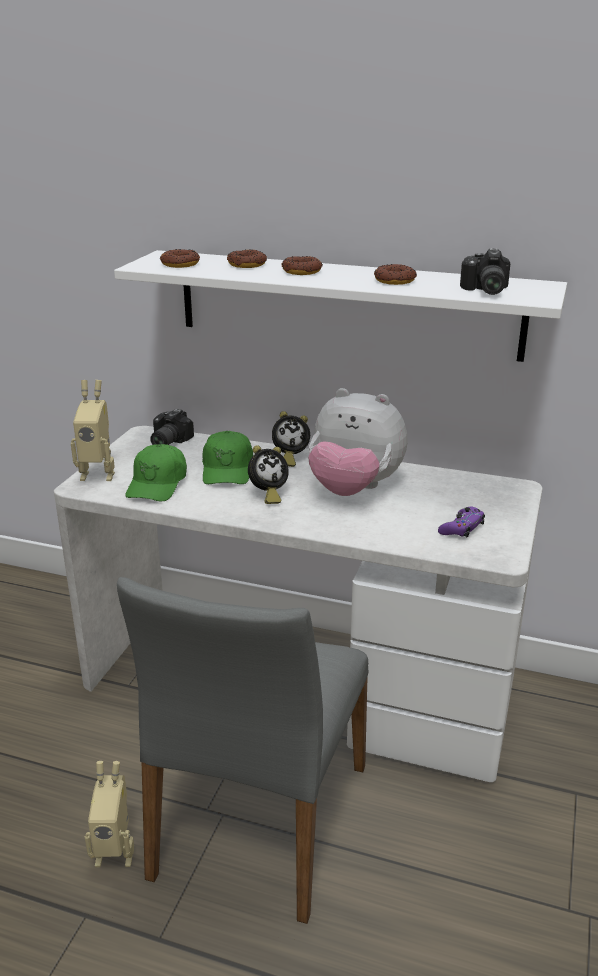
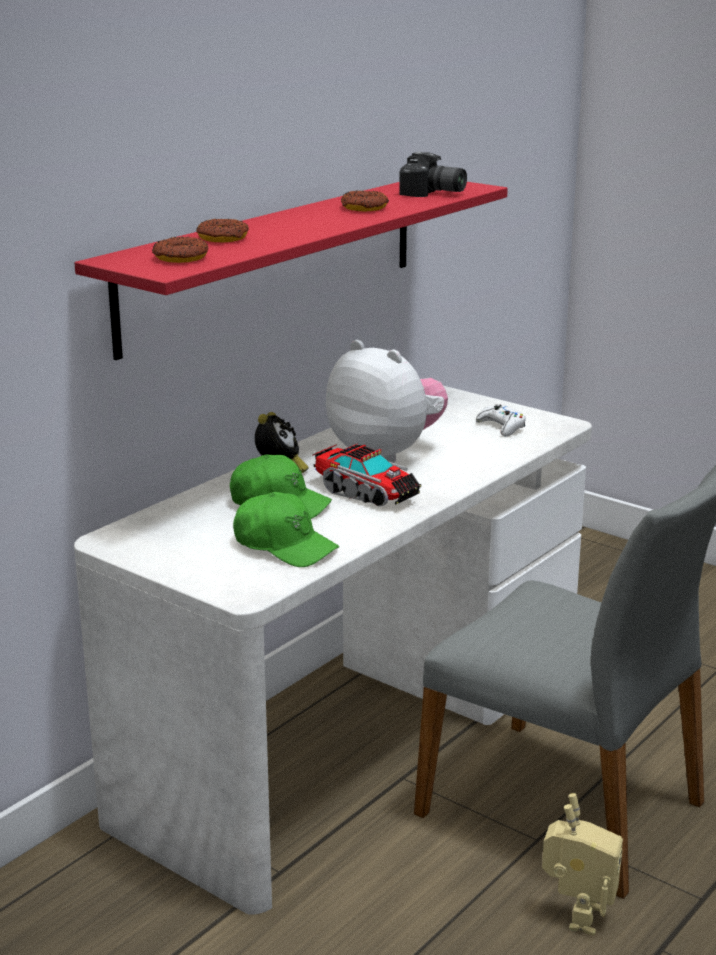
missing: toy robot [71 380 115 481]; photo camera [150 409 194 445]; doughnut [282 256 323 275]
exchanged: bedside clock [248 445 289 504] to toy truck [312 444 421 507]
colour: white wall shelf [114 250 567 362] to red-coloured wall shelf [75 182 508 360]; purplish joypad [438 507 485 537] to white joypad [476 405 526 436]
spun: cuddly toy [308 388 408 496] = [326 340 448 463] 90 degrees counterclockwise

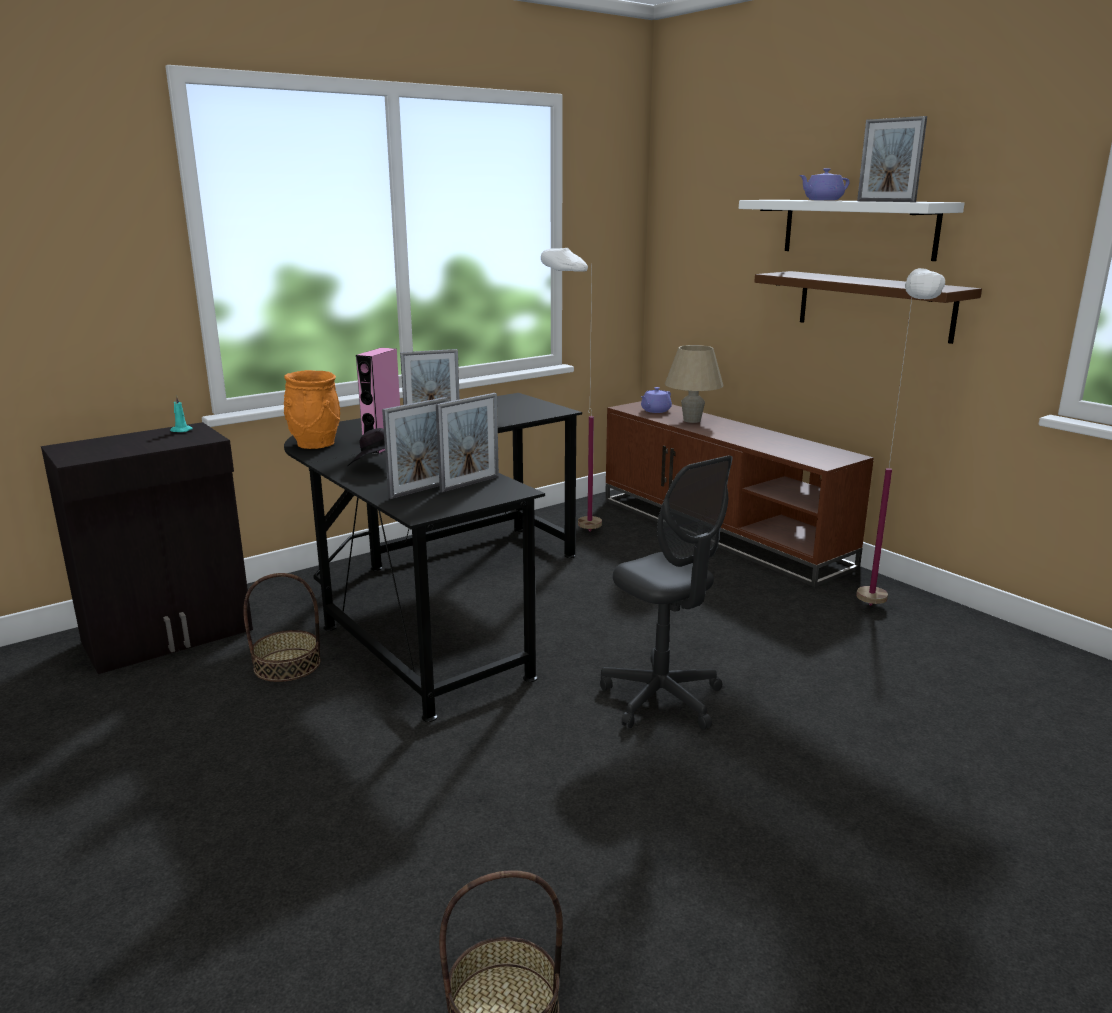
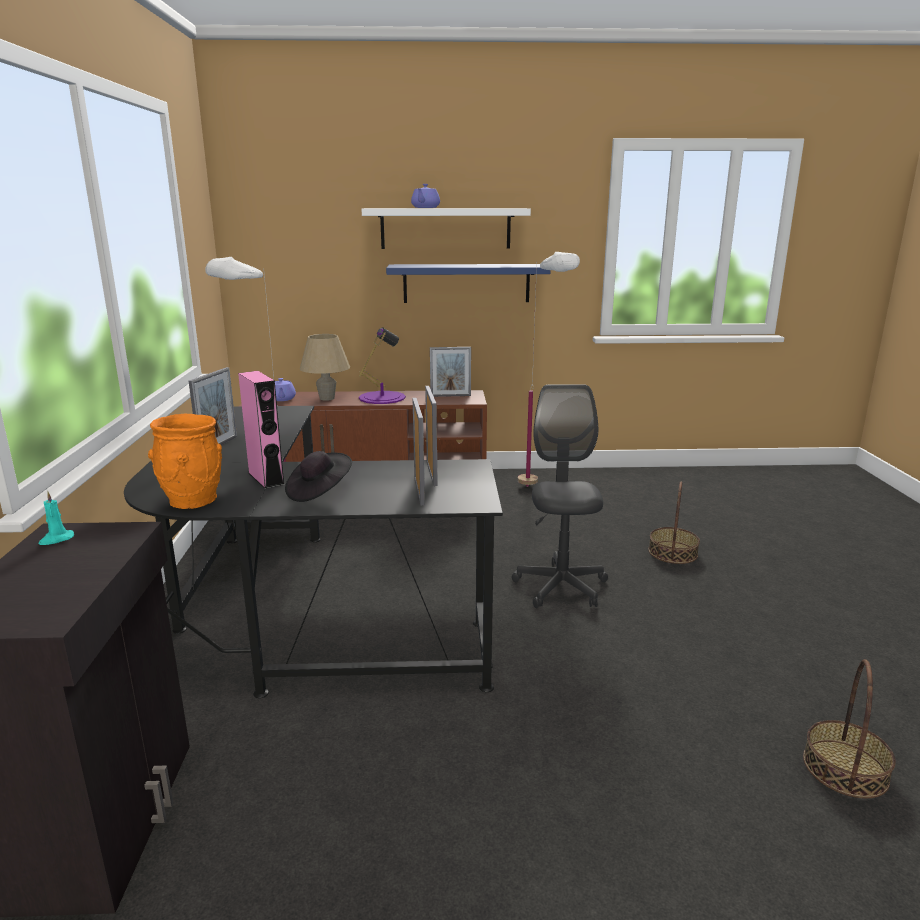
appeared: purplish lamp for a table [359 327 406 404]
relocated: storage basket [243 573 320 682] to [648 482 700 564]; picture frame [857 116 927 202] to [430 347 471 397]
colour: brownish wall shelf [754 271 982 344] to blue wall shelf [386 264 551 303]
spun: greyish office chair [600 455 732 730] = [512 385 608 608] 90 degrees counterclockwise

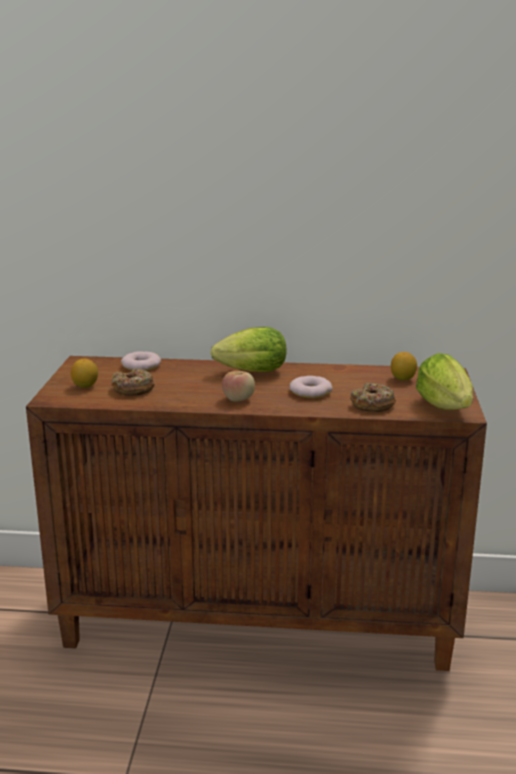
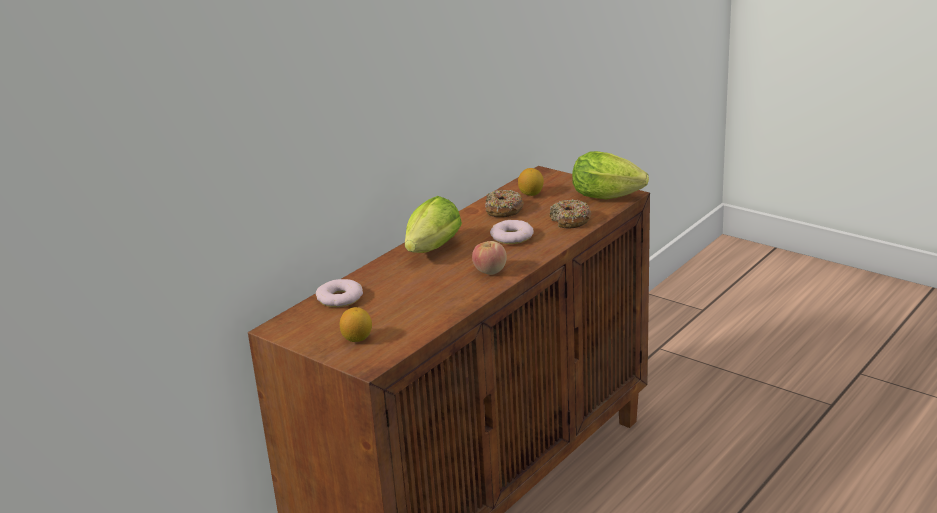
relocated: doughnut [111 368 155 396] to [485 190 524 217]

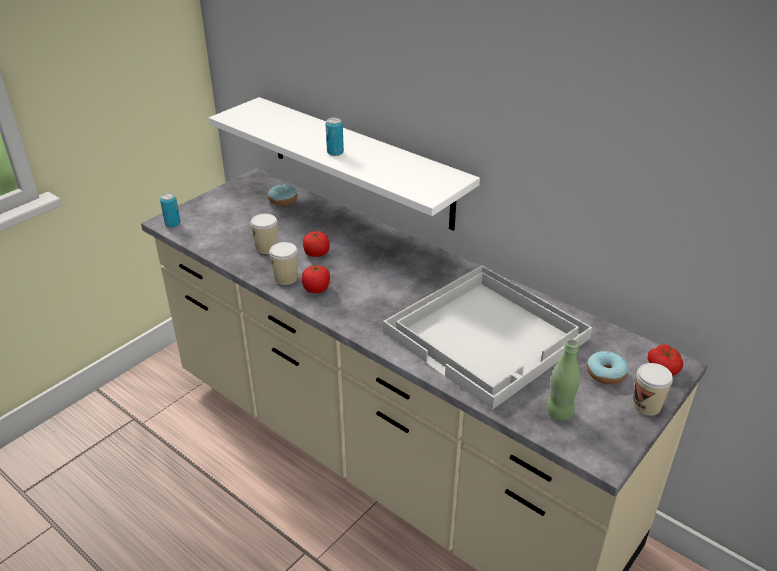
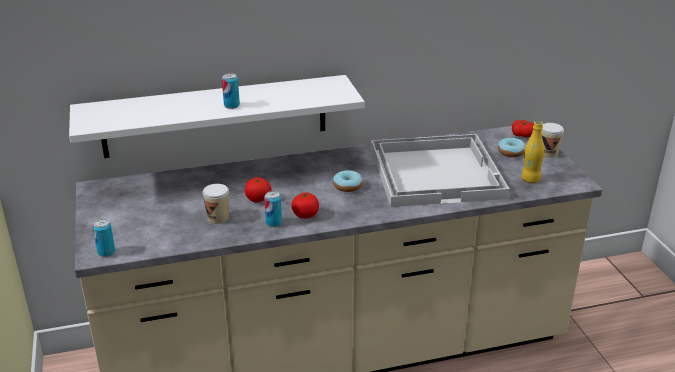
relocated: doughnut [268 185 297 206] to [333 170 363 192]
exchanged: small cup [269 242 298 285] to metal can [264 191 282 227]
colour: greenish drink bottle [546 339 580 421] to yellowish drink bottle [521 121 544 183]

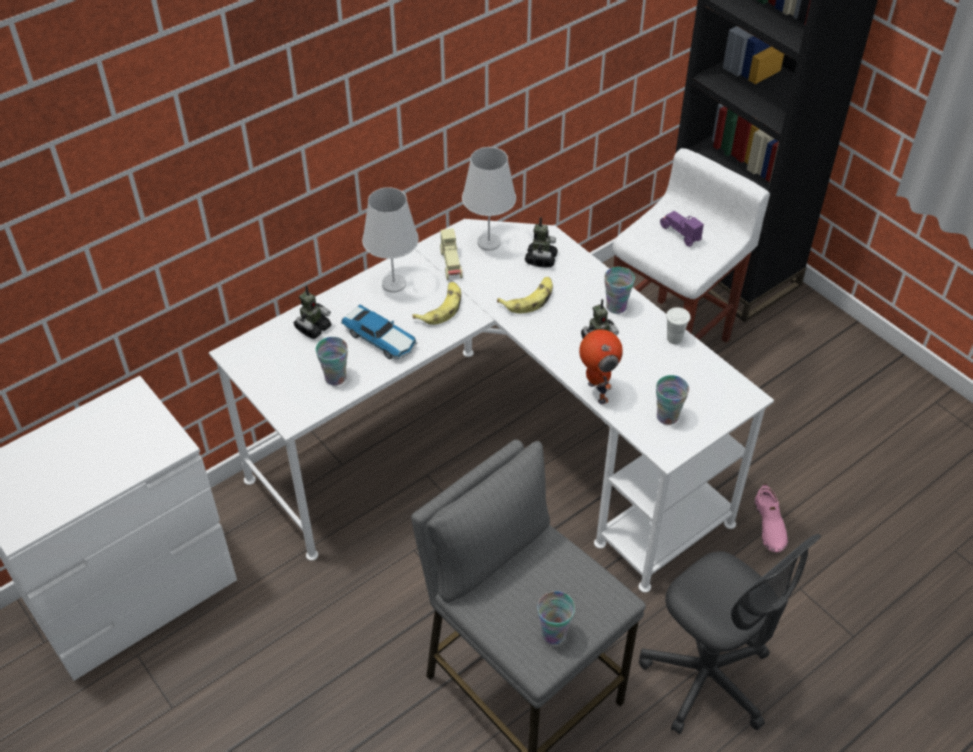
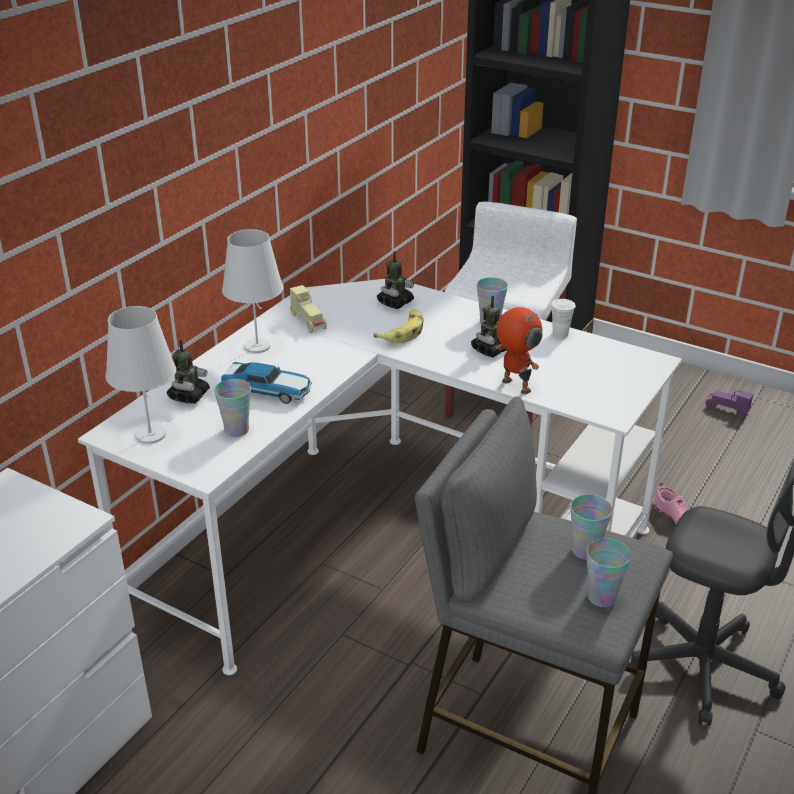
missing: banana [412 282 461 325]
relocated: white lamp for a table [462 147 516 251] to [105 306 176 444]; small cup [656 375 689 425] to [571 494 613 560]; purplish toy car [660 211 704 247] to [706 390 753 418]
spun: toy robot [525 217 558 267] = [377 251 414 309] 45 degrees clockwise

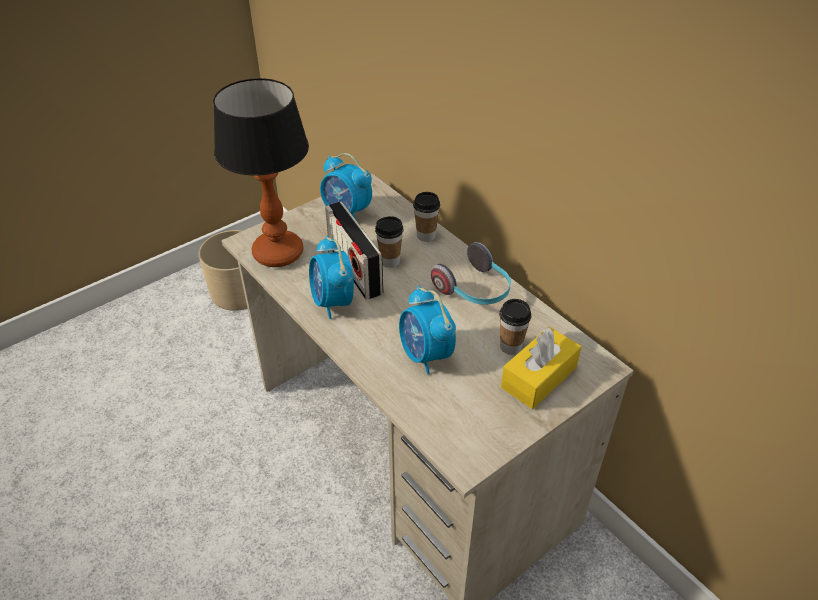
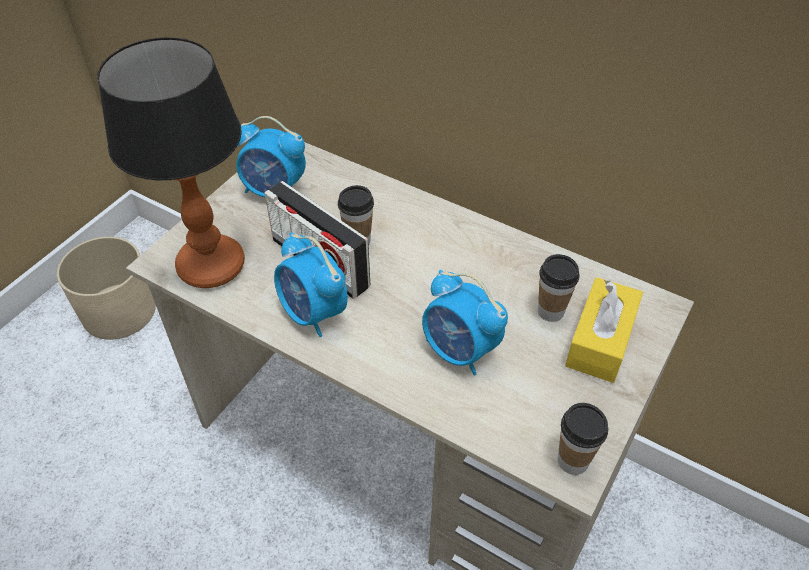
missing: pair of headphones [431 242 511 305]
relocated: small cup [413 192 440 242] to [558 403 608 475]

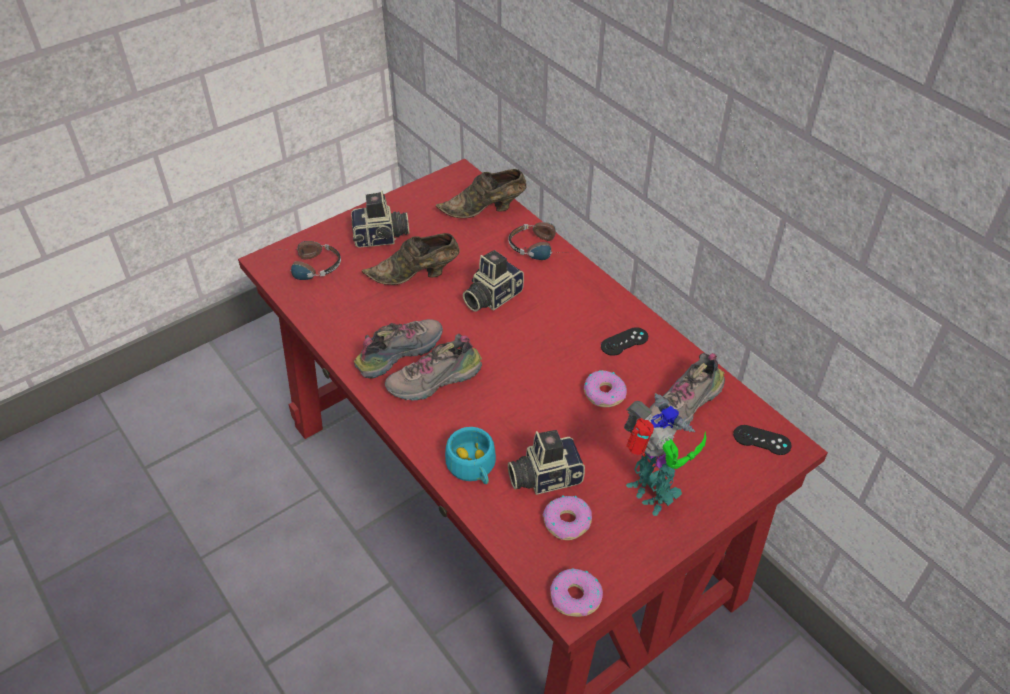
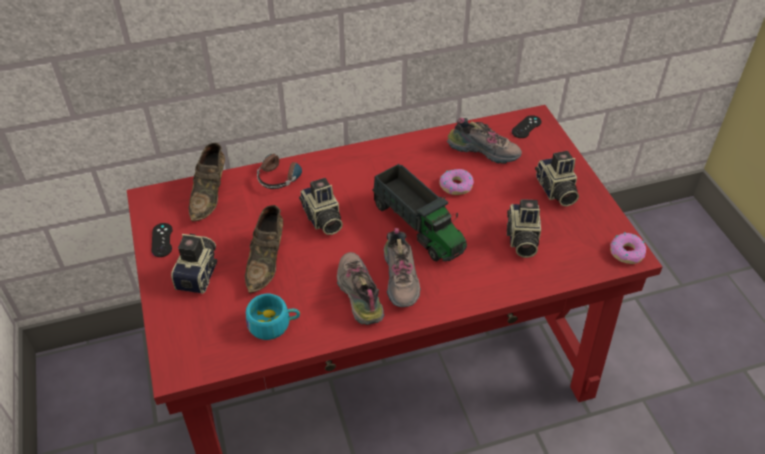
missing: pair of headphones [276 241 341 280]; doughnut [543 495 592 540]
appeared: toy truck [372 164 467 261]
relocated: turquoise small cup [445 427 496 484] to [246 294 300 340]; black joypad [601 327 648 356] to [152 223 173 257]
exchanged: toy robot [624 393 706 516] to photo camera [535 151 579 206]
spun: low shoe [649 352 725 430] = [447 118 522 164] 45 degrees counterclockwise

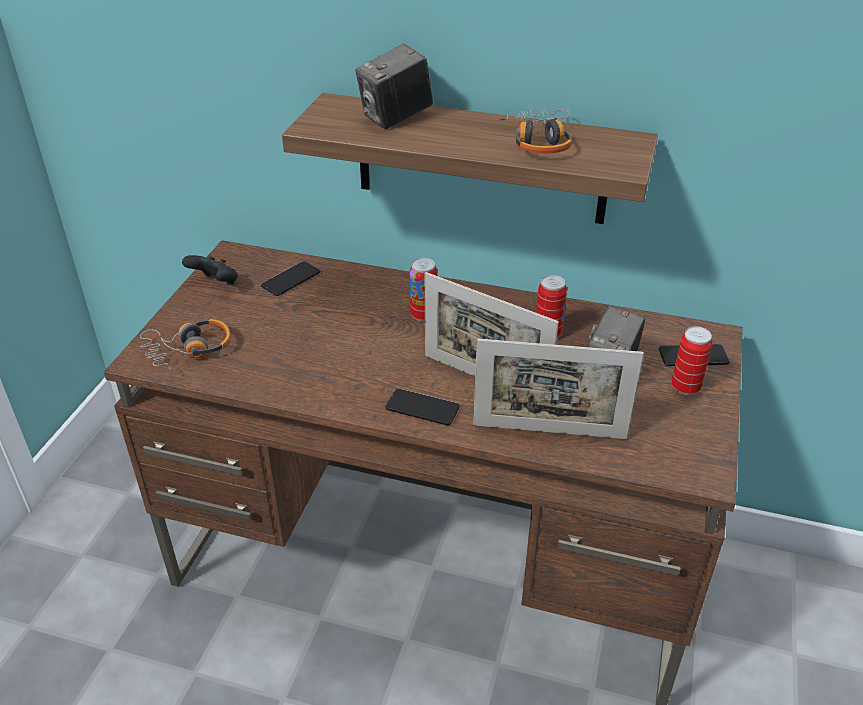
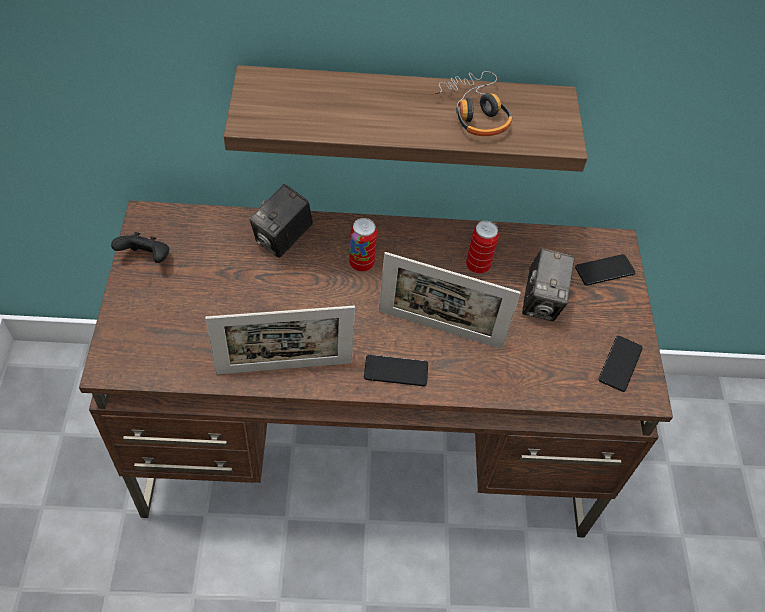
missing: pair of headphones [140 319 231 370]; metal can [671 326 713 395]
relocated: handset [261 261 320 296] to [598 336 643 392]; photo camera [355 44 433 129] to [250 184 313 258]; picture frame [473 339 644 439] to [205 306 355 374]

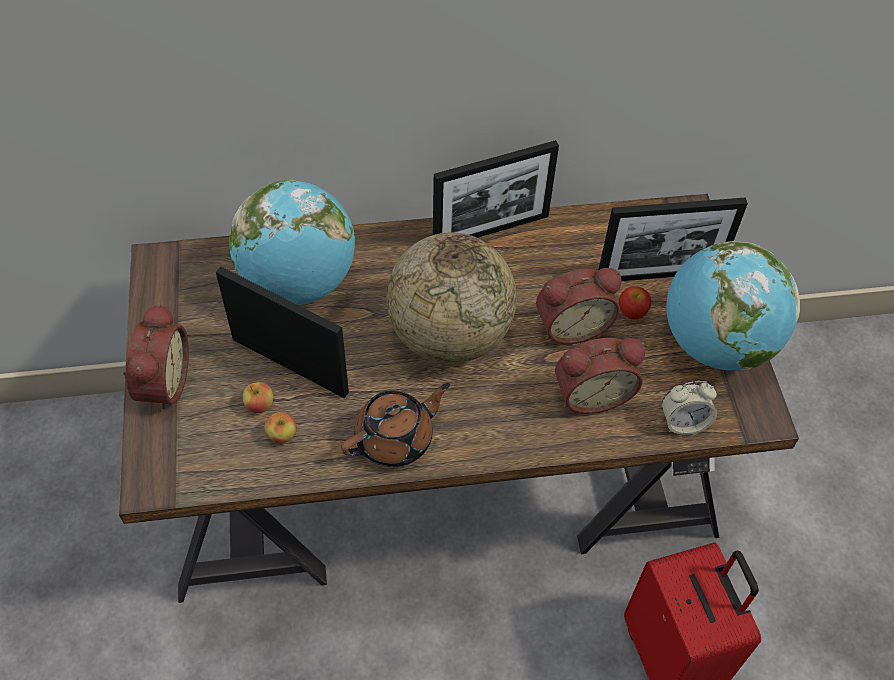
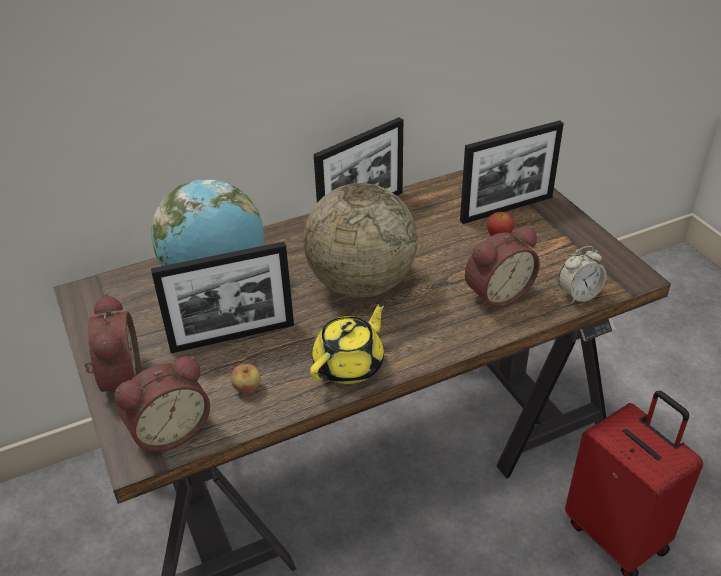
missing: apple [243 382 273 413]; globe [666 241 800 371]
relocated: bedside clock [536 268 621 344] to [115 356 210 452]
colour: brownish pot for tea [341 383 450 467] to yellowish pot for tea [310 301 386 384]
spun: picture frame [216 267 349 398] = [151 242 294 353] 150 degrees clockwise

